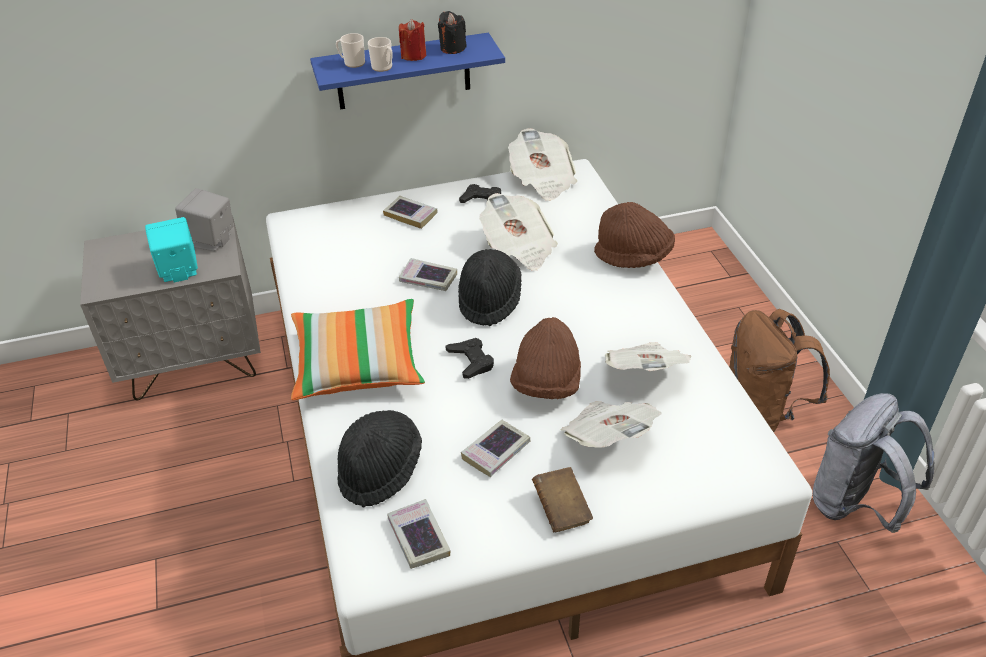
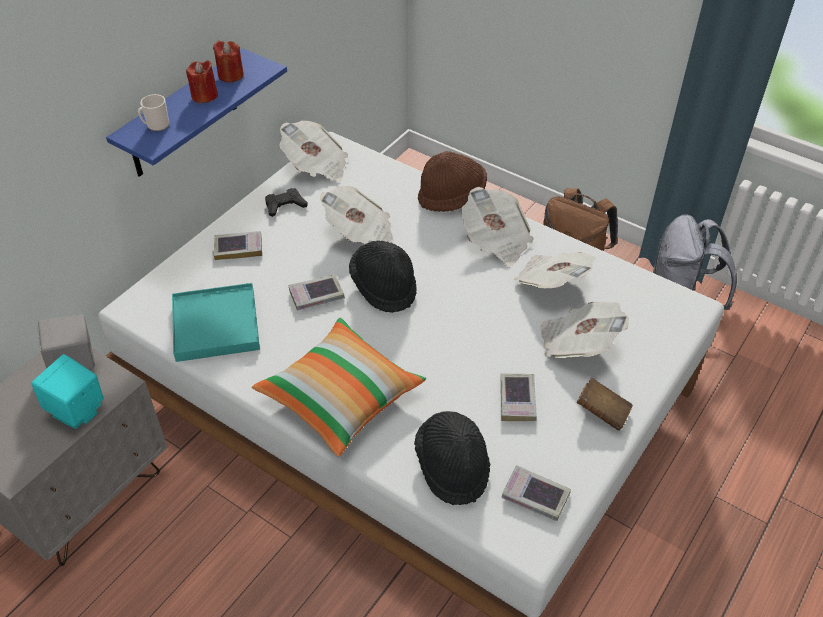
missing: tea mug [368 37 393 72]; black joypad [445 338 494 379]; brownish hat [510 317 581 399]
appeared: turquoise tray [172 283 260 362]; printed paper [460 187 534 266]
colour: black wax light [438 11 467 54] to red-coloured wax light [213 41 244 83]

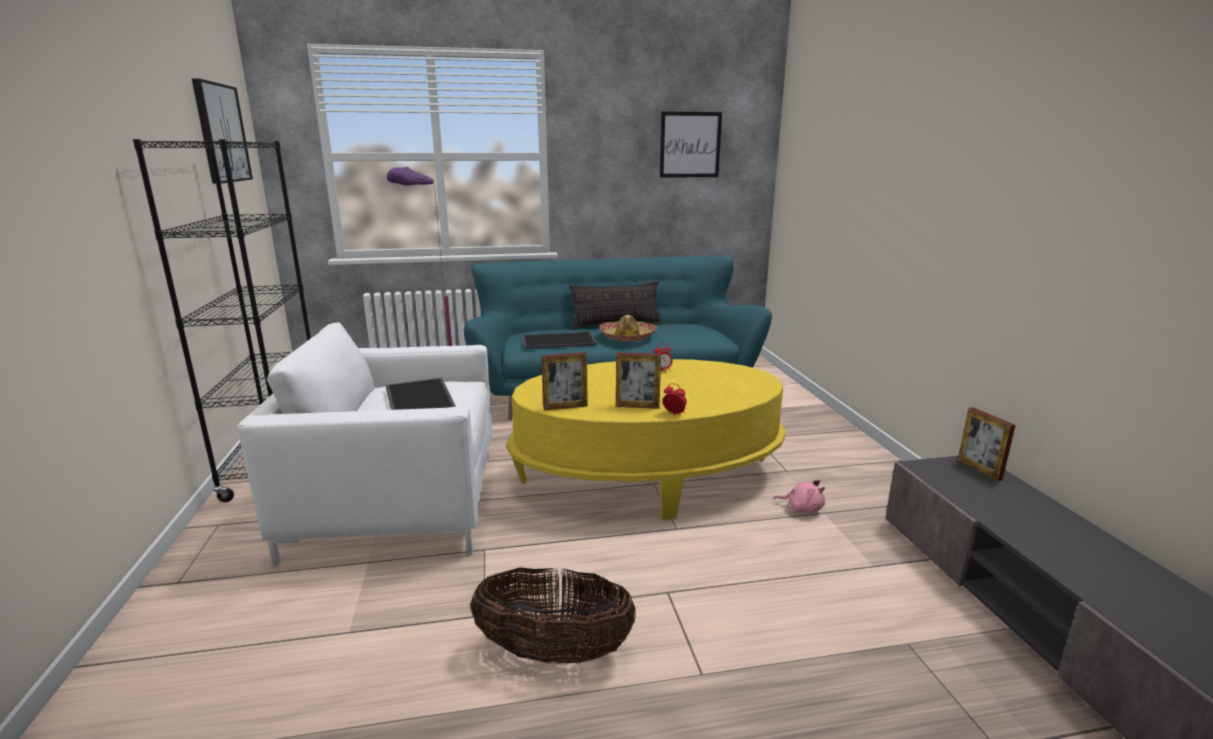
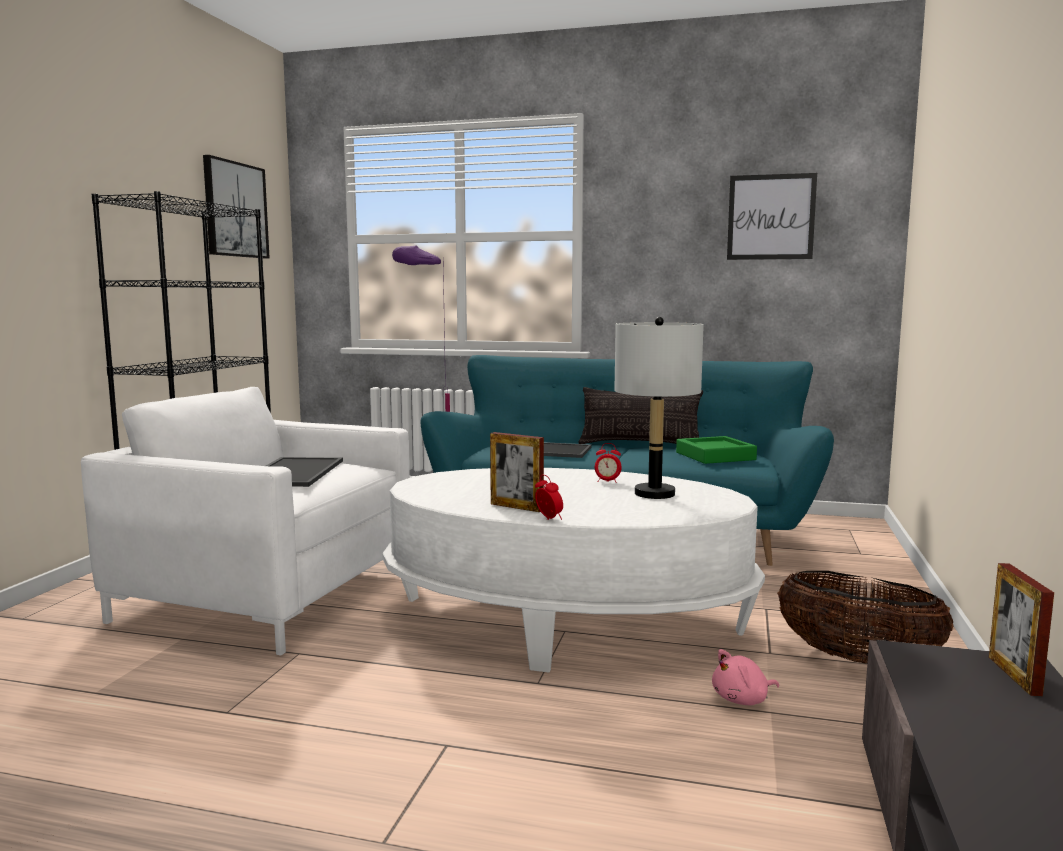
missing: picture frame [542 352 588 411]; hat [599 315 657 342]
appeared: greyish lamp for a table [614 317 704 499]; greenish tray [676 436 757 464]
relocated: storage basket [470 568 636 664] to [777 571 954 664]
colour: yellowish coffee table [507 359 786 520] to white coffee table [382 468 765 672]
spun: pink-coloured cuddly toy [774 479 825 513] = [712 649 779 705] 105 degrees clockwise

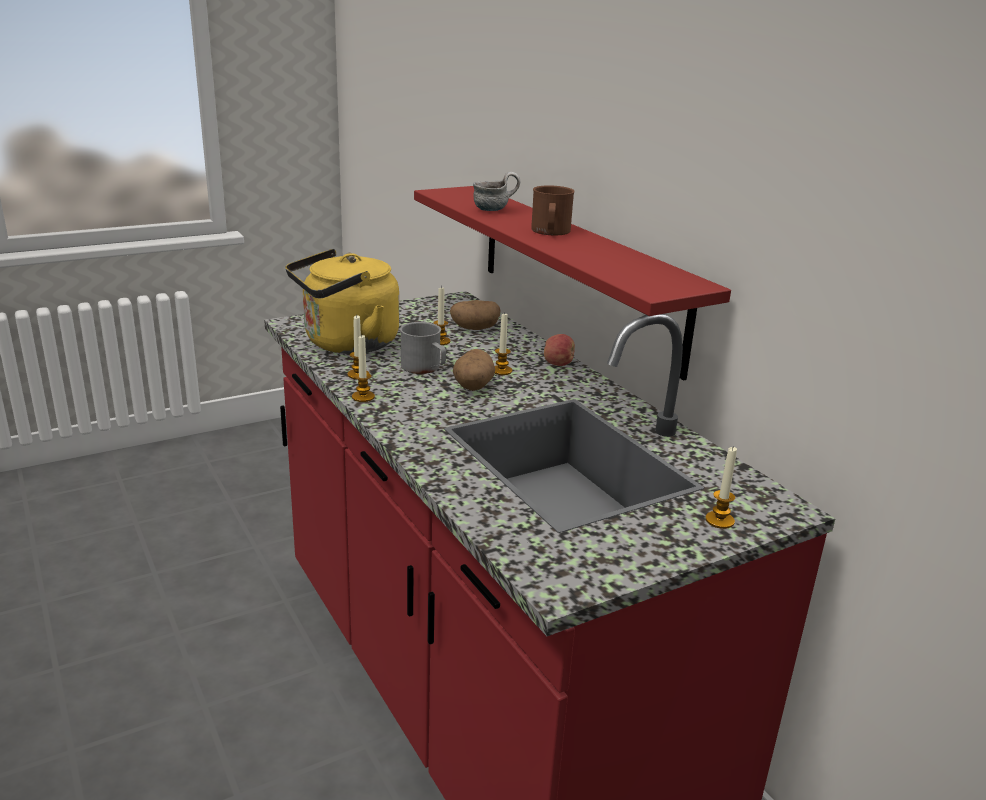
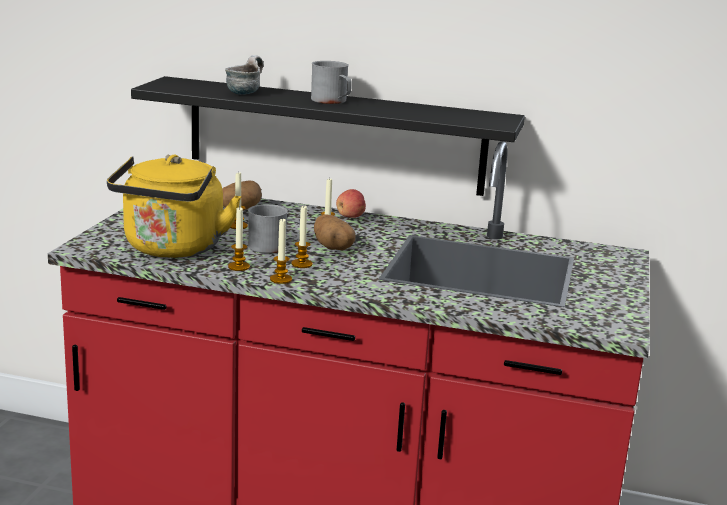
relocated: wax light [705 447 737 529] to [291 206 312 268]
colour: red-coloured wall shelf [414 186 731 380] to black wall shelf [131 76 525 196]; brownish tea mug [531 185 575 235] to greyish tea mug [311 61 352 104]

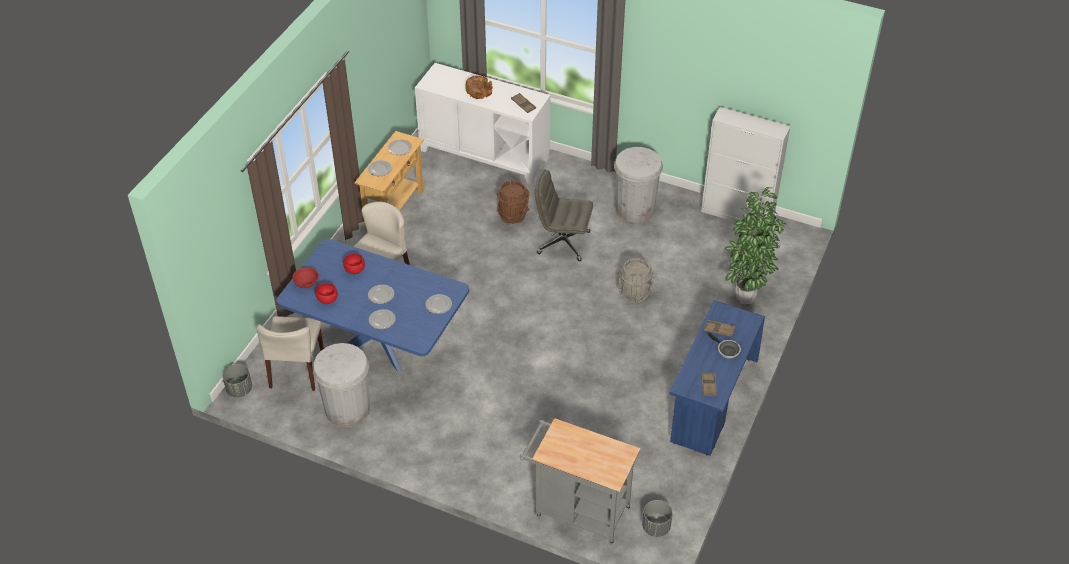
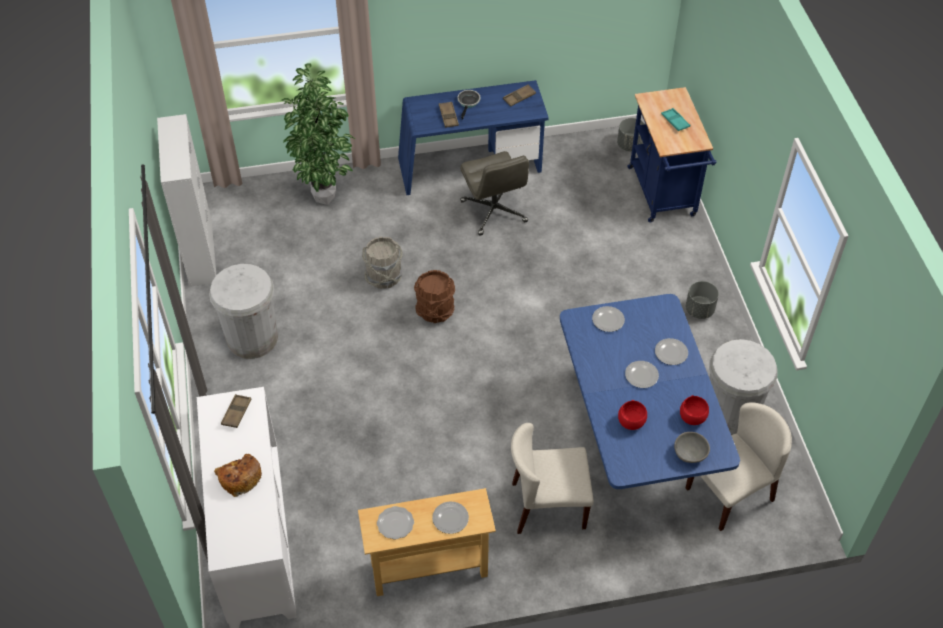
appeared: turquoise tray [661 108 690 131]
relocated: greyish plant pot [222 364 252 397] to [686 281 719 319]; brownish pail [497 180 530 224] to [414 270 455 323]; greyish office chair [535 169 593 261] to [460 151 529 235]
colour: red-coloured bowl [292 267 319 288] to greyish bowl [674 432 710 463]; greyish wheeled cart [519 418 640 545] to blue wheeled cart [627 87 716 223]

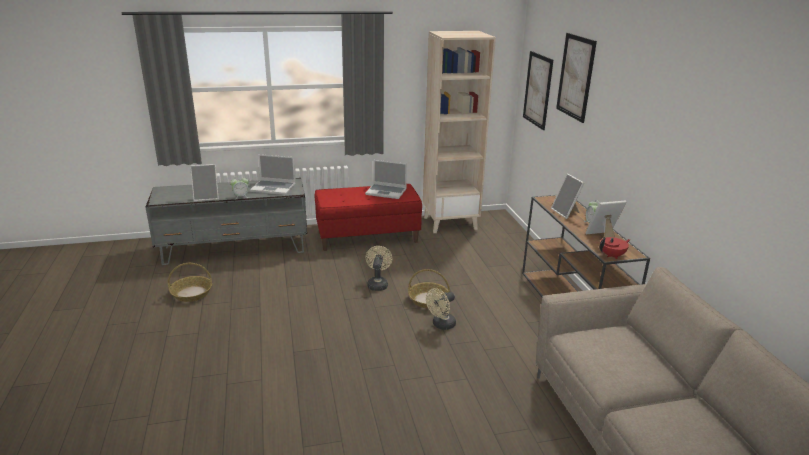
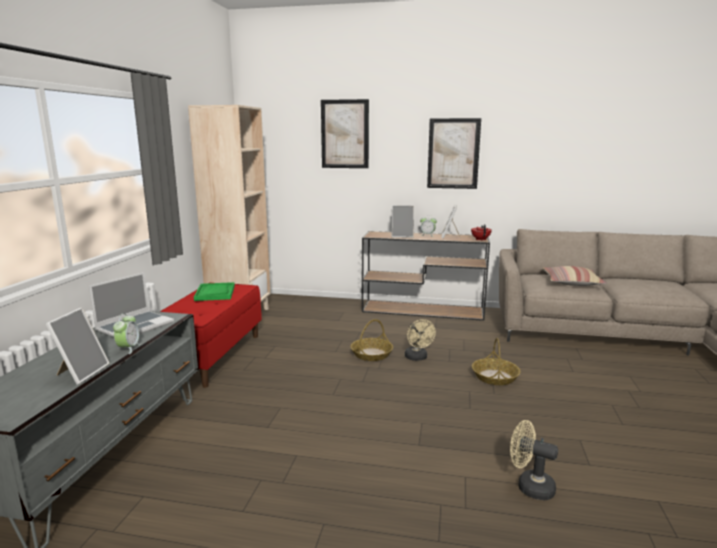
appeared: cushion [543 266 607 286]
relocated: storage basket [168 263 212 302] to [472 338 521 385]; sand-coloured electric fan [366 246 392 291] to [510 420 558 500]; wall picture [523 51 553 130] to [427 118 481 189]
exchanged: notebook computer [365 160 407 199] to greenish tray [194 282 235 301]

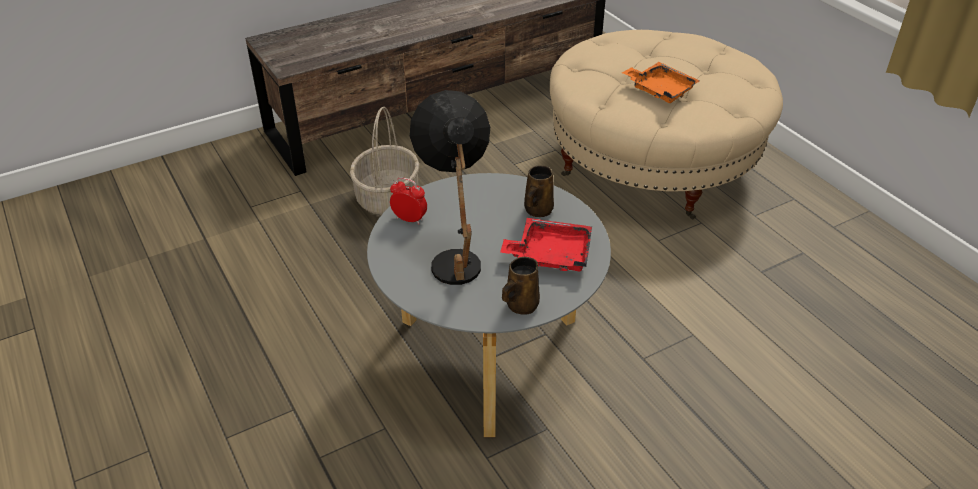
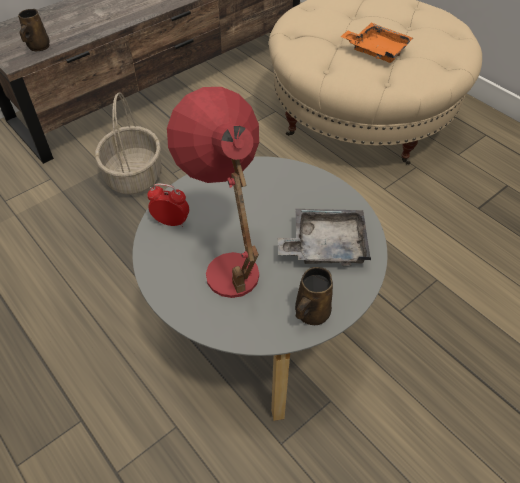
relocated: brownish tea mug [524 165 554 217] to [18 9 50 51]
colour: black lamp for a table [410 90 490 285] to red-coloured lamp for a table [167 87 259 298]; red-coloured tray [500 218 592 271] to greyish tray [278 209 371 266]

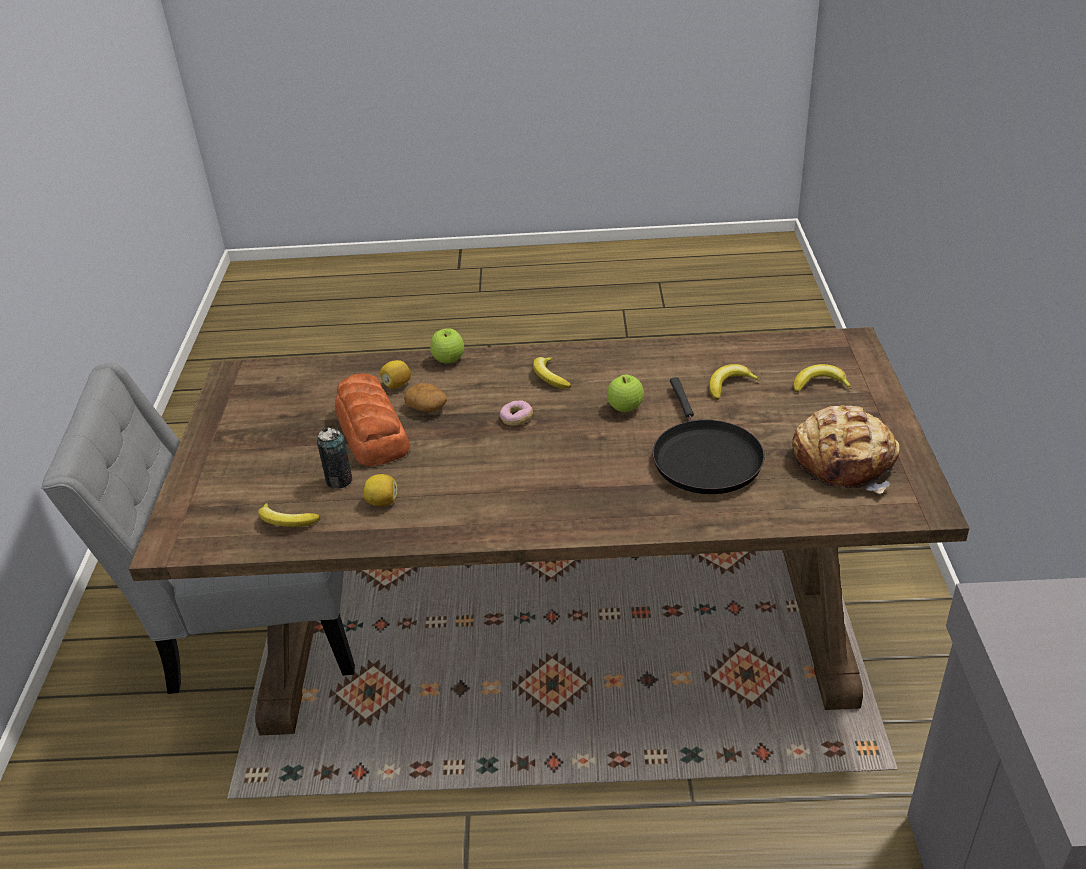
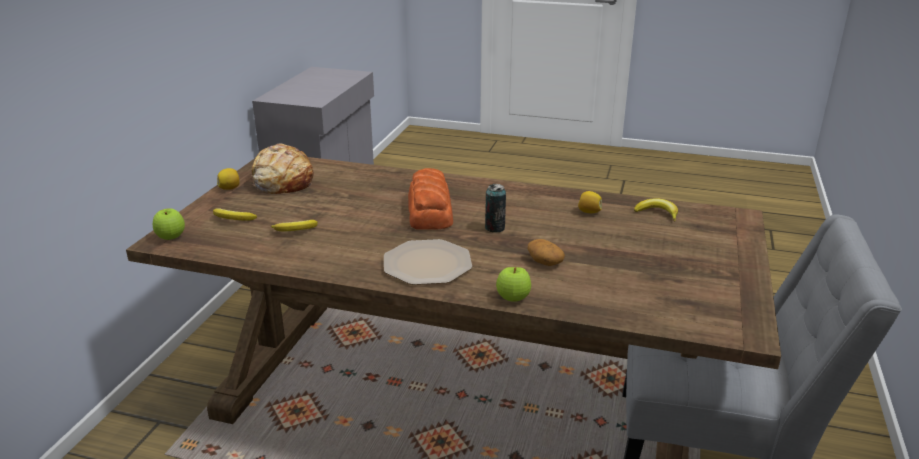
missing: doughnut [500 400 533 426]; black skillet [653 377 765 494]
relocated: metal can [317 427 353 489] to [485 184 506 233]; bread [335 373 410 467] to [408 168 453 230]; citrus fruit [380 360 411 389] to [217 168 239 190]; apple [607 374 644 412] to [153 208 185 240]
exchanged: banana [533 357 571 388] to dinner plate [384 239 472 285]

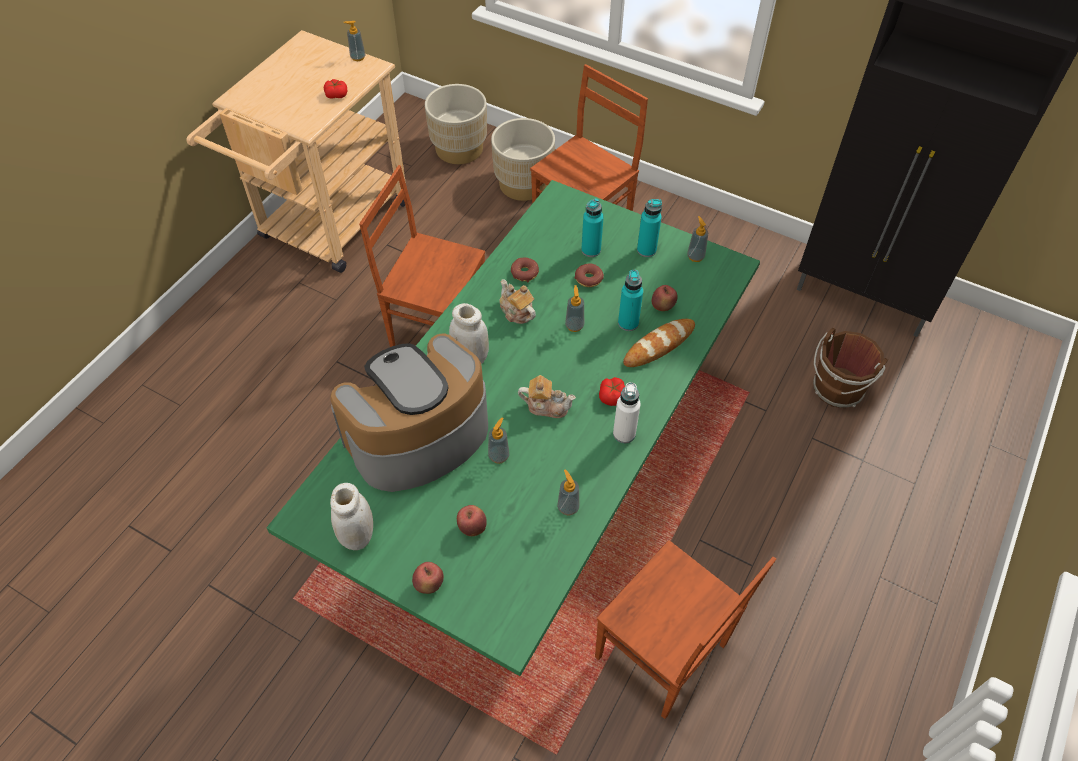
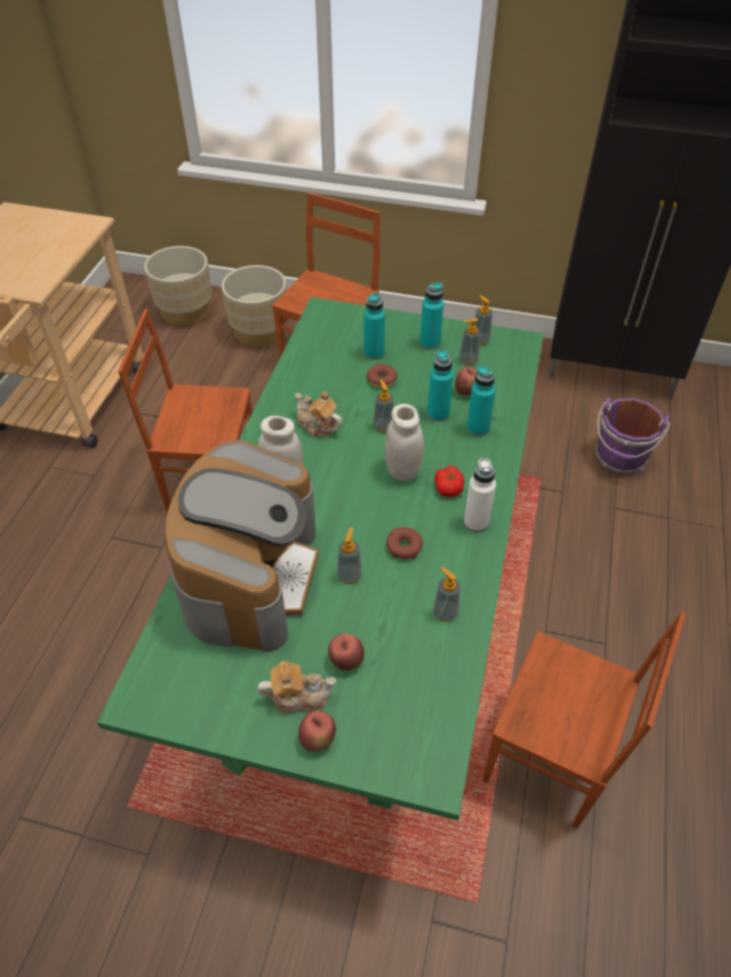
missing: fresh tomato [324 79 347 99]
relocated: white storage jar [330 483 373 550] to [385 404 424 481]; liquid soap bottle [344 21 366 61] to [459 318 481 365]; doughnut [511 258 539 282] to [387 527 423 560]; pot for tea [518 375 576 418] to [257 661 336 713]
exchanged: bread [623 319 695 367] to turquoise drink bottle [467 366 496 437]
colour: brownish pail [813 328 888 408] to purplish pail [596 397 670 475]
spun: coffee machine [330 334 488 492] = [164 440 319 652] 150 degrees clockwise

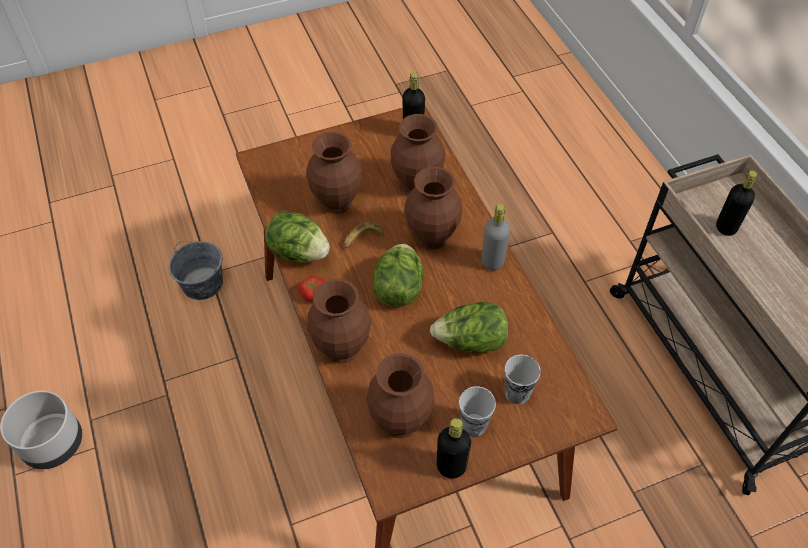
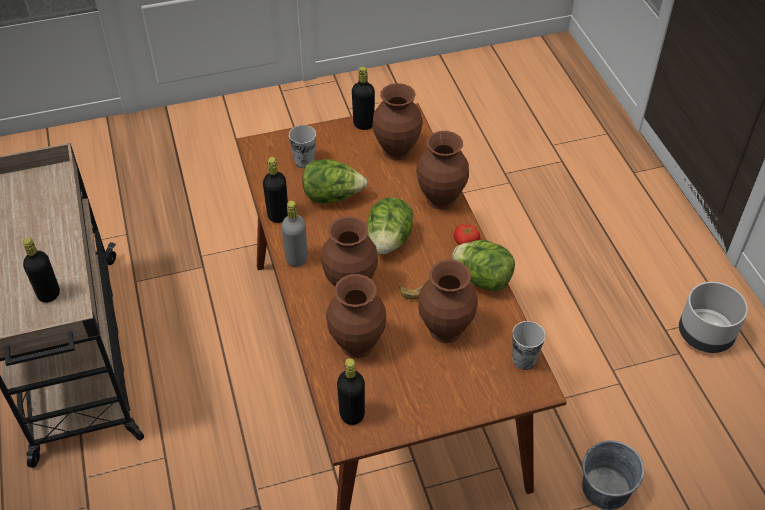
appeared: black drink bottle [263 157 288 223]
relocated: small cup [459 386 496 437] to [512 321 545 370]

